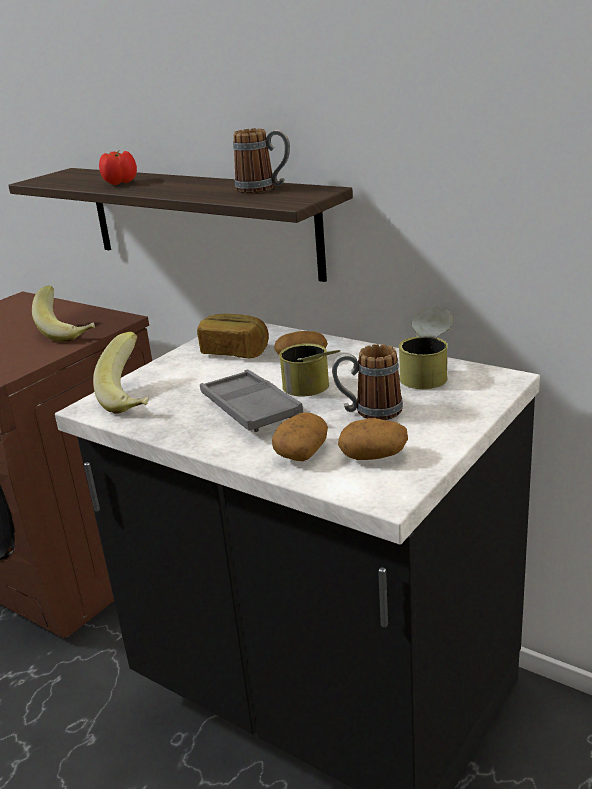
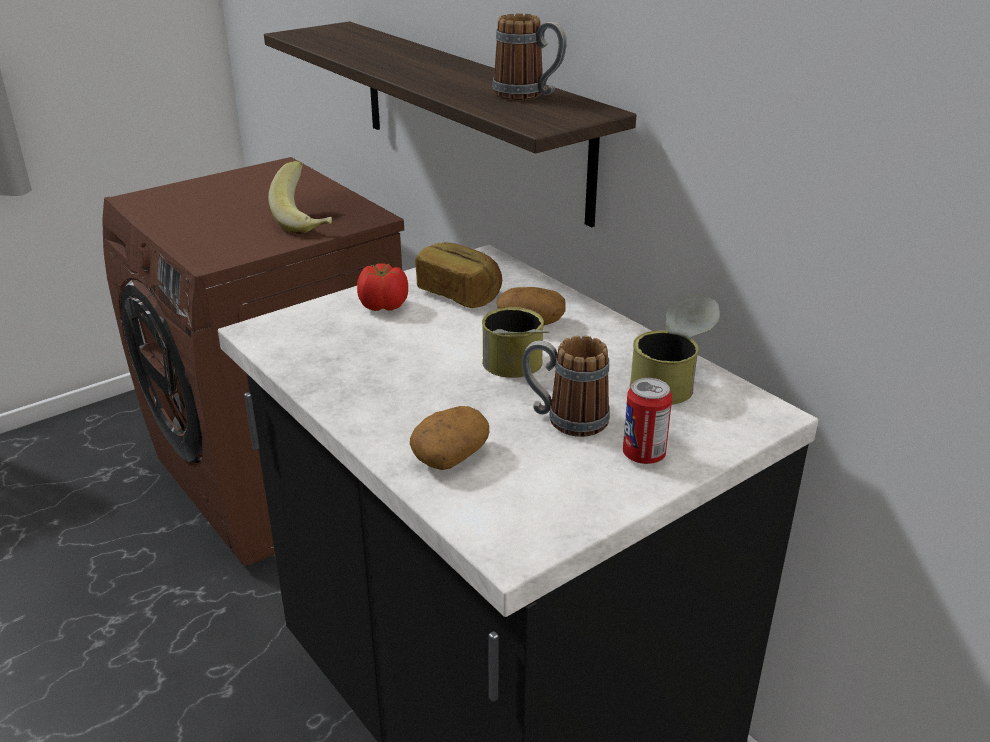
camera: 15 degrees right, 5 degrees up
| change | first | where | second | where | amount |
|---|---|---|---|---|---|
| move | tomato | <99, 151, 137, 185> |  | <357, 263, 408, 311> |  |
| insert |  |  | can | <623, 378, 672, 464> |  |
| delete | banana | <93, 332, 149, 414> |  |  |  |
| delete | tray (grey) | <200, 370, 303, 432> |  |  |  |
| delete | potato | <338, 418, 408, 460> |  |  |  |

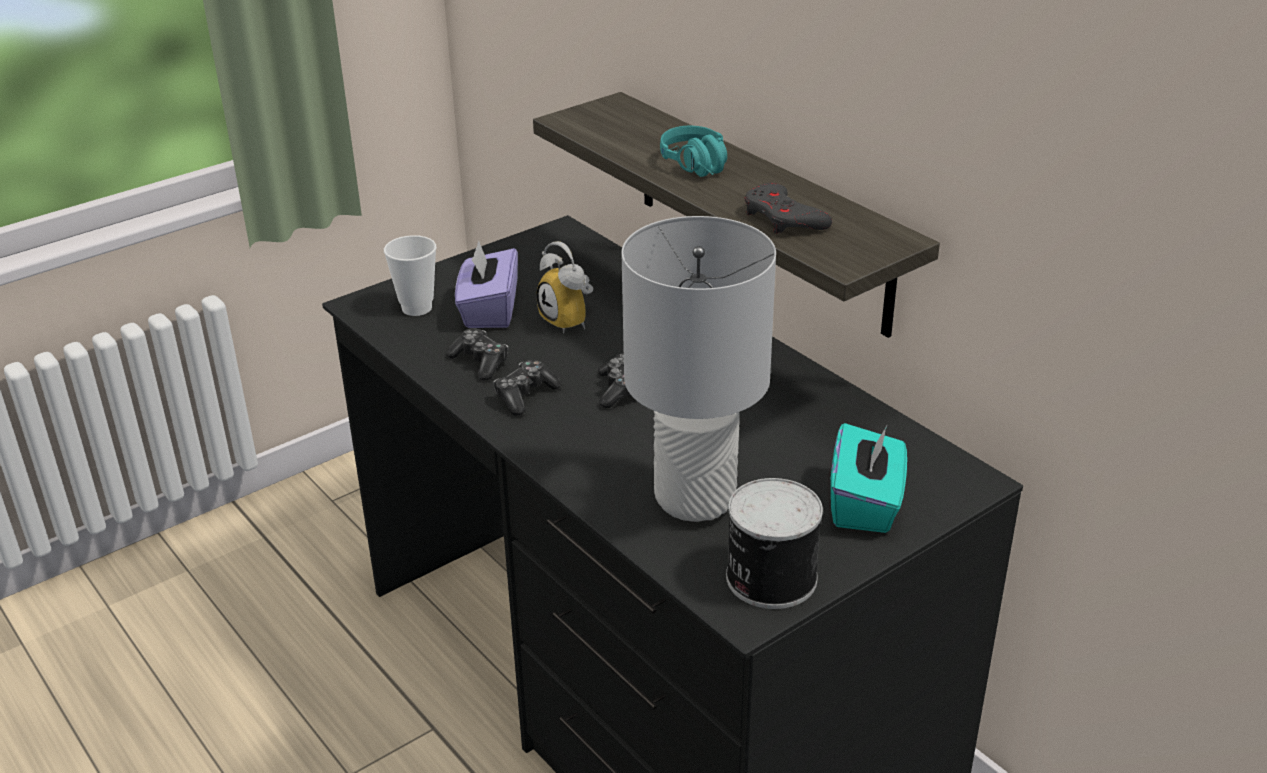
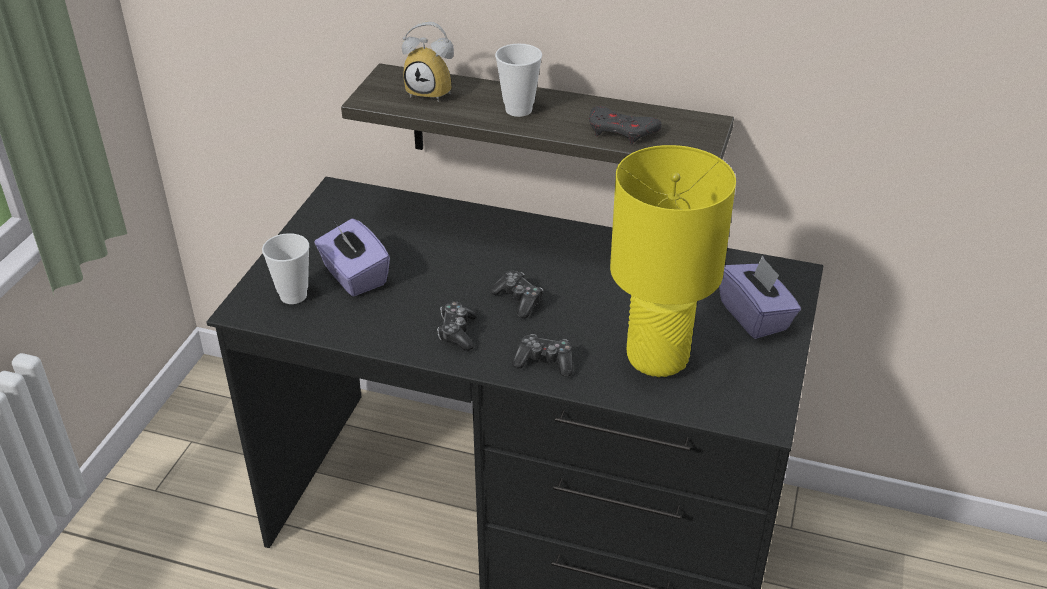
camera: 35 degrees left, 5 degrees up
| change | first | where | second | where | amount |
|---|---|---|---|---|---|
| move | alarm clock | <537, 241, 593, 334> |  | <402, 22, 454, 102> |  |
| replace | headphones (turquoise) | <660, 126, 727, 177> | cup | <495, 44, 542, 117> |  |
| move | game controller | <446, 328, 509, 380> |  | <512, 334, 573, 377> |  |
| recolor | table lamp (grey) | <622, 216, 776, 522> | table lamp (yellow) | <610, 145, 736, 377> |  |
| recolor | tissue box (turquoise) | <831, 423, 907, 533> | tissue box (purple) | <719, 255, 801, 339> |  |
| delete | can | <726, 478, 823, 609> |  |  |  |

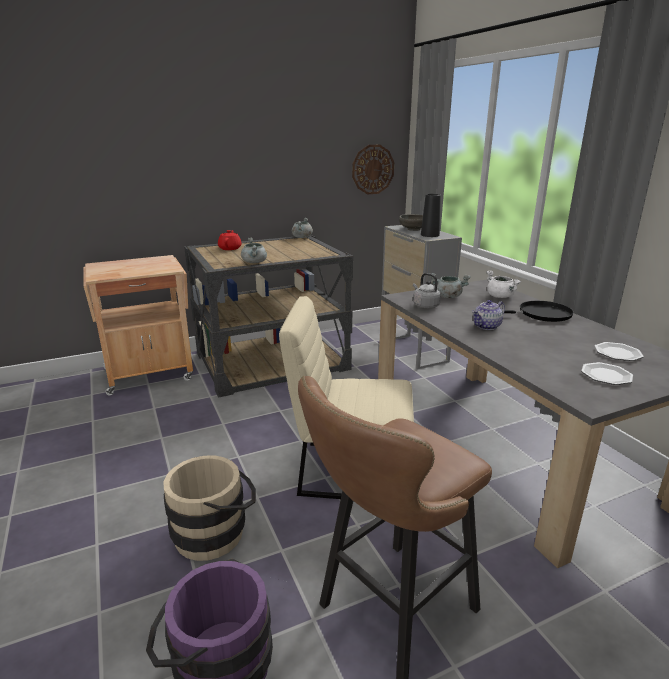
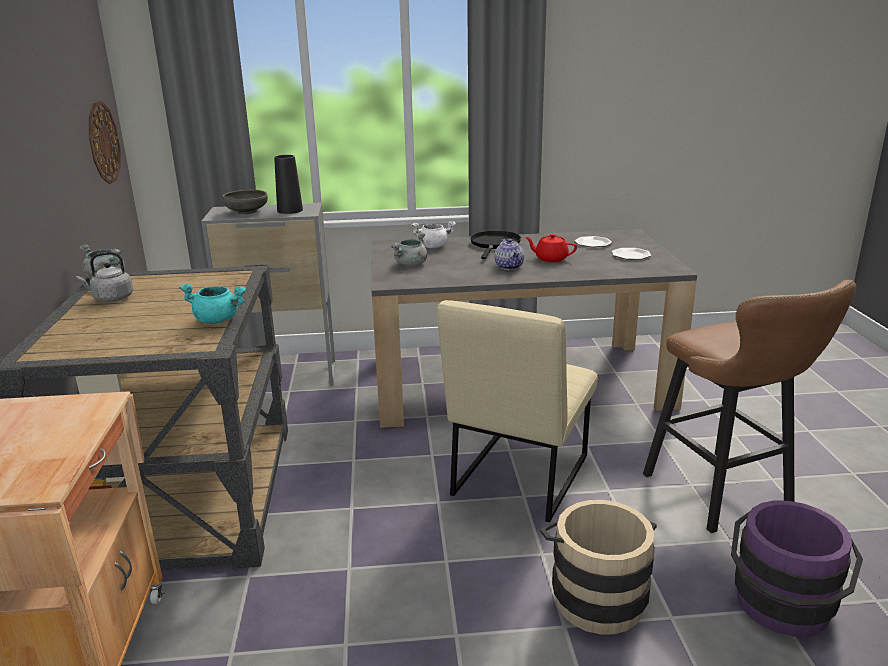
camera: 70 degrees left, 0 degrees up
| change | first | where | second | where | amount |
|---|---|---|---|---|---|
| move | kettle (grey) | <413, 273, 441, 308> |  | <76, 252, 133, 302> |  |
| recolor | cooking pot (grey) | <241, 237, 267, 263> | cooking pot (turquoise) | <179, 284, 246, 324> |  |
| move | teapot (red) | <218, 230, 241, 250> |  | <525, 234, 577, 262> |  |

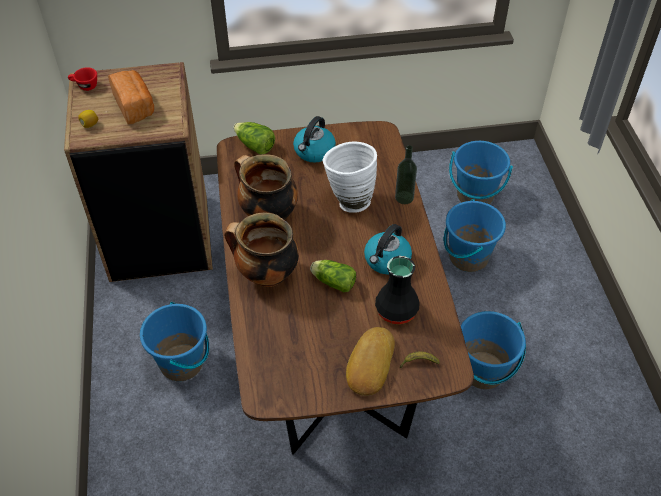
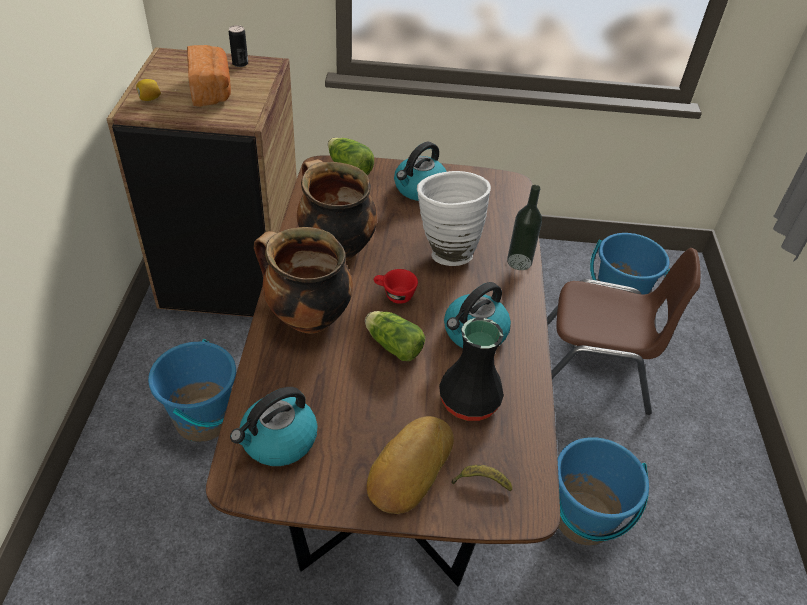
camera: 10 degrees right, 5 degrees down
| change | first | where | second | where | amount |
|---|---|---|---|---|---|
| insert |  |  | can | <229, 25, 248, 67> |  |
| insert |  |  | kettle | <230, 387, 318, 466> |  |
| move | cup (red) | <68, 67, 97, 91> |  | <374, 269, 418, 304> |  |
| replace | bucket (blue) | <444, 199, 506, 272> | chair (brown) | <547, 248, 700, 415> |  |

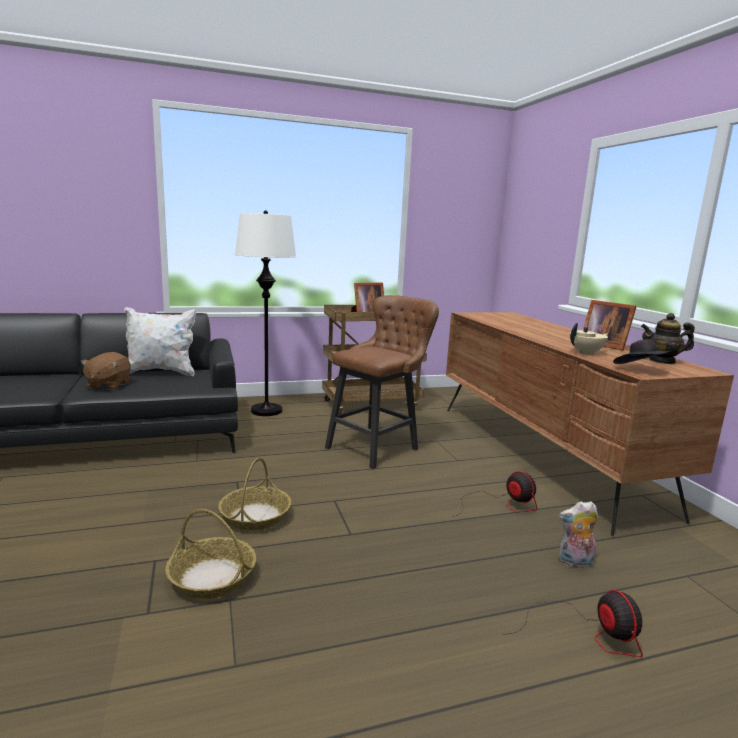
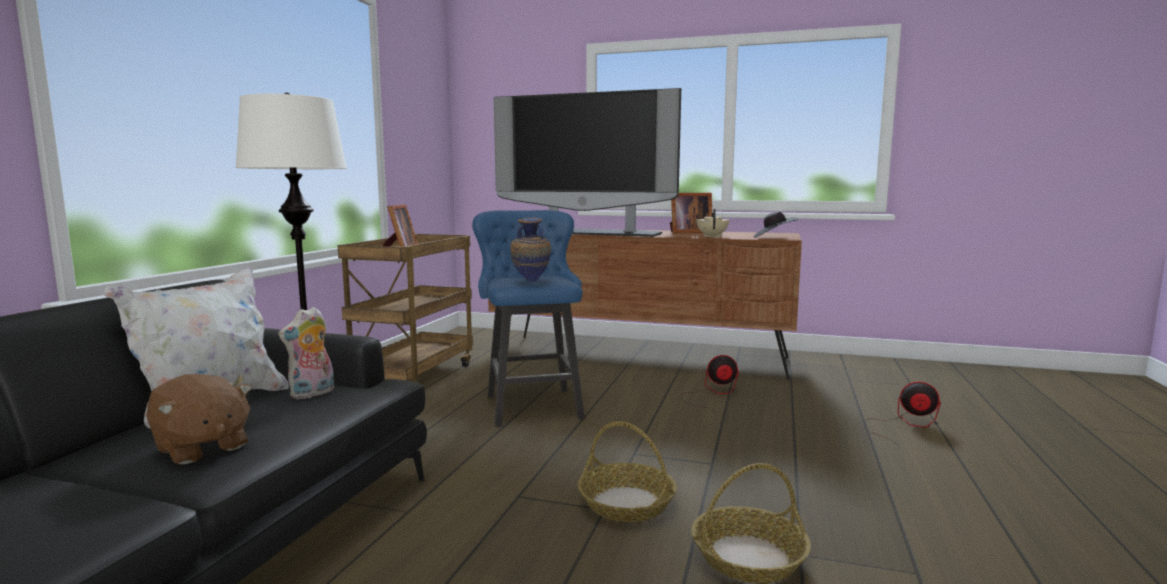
camera: 55 degrees left, 5 degrees down
| change | first | where | second | where | amount |
|---|---|---|---|---|---|
| move | plush toy | <558, 501, 598, 568> |  | <278, 307, 334, 399> |  |
| recolor | stool (brown) | <325, 295, 439, 469> | stool (blue) | <472, 210, 585, 427> |  |
| insert |  |  | television | <494, 88, 681, 237> |  |
| insert |  |  | vase | <510, 218, 551, 282> |  |
| delete | teapot | <641, 313, 695, 364> |  |  |  |

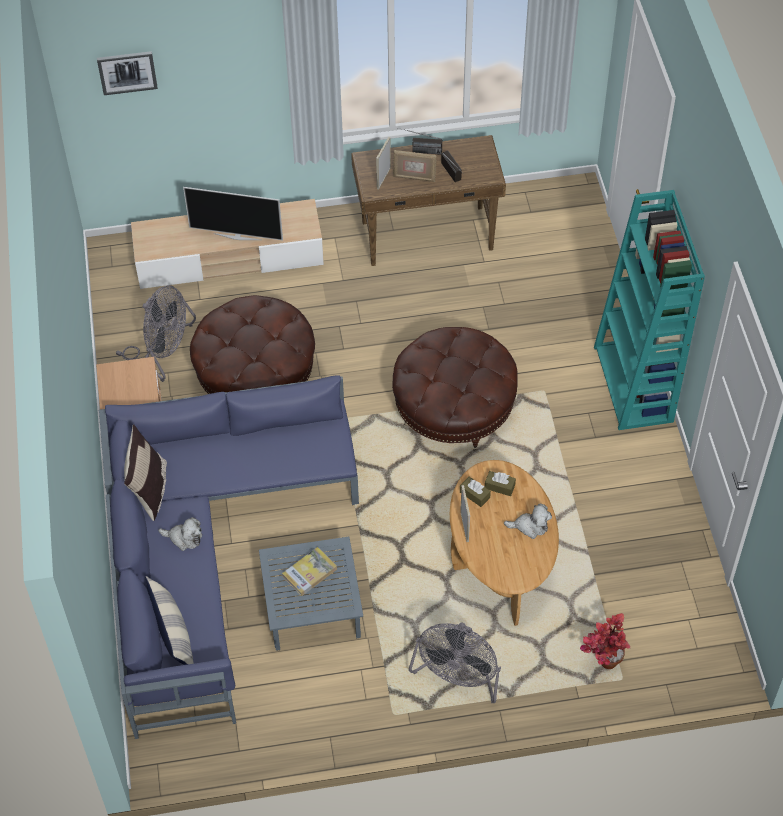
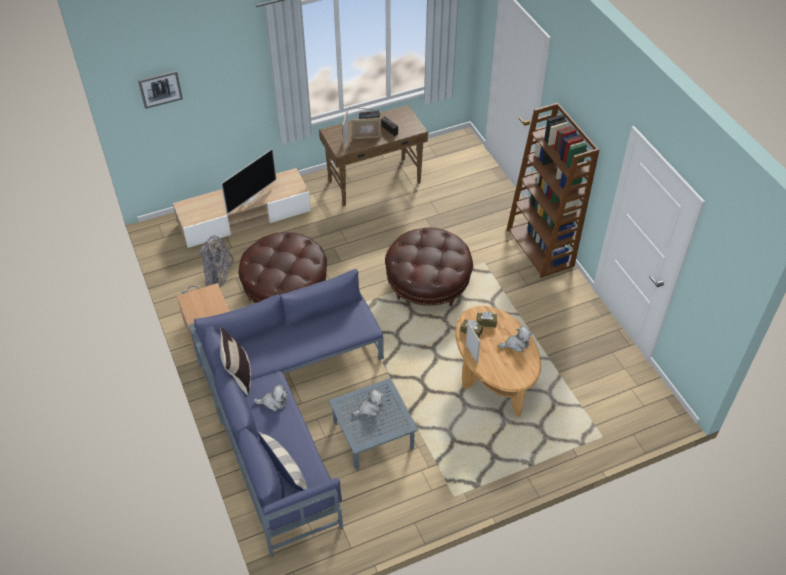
camera: 15 degrees left, 5 degrees down
| change | first | where | second | where | amount |
|---|---|---|---|---|---|
| rotate | television | <183, 187, 283, 240> |  | <221, 149, 277, 214> | 45 degrees counterclockwise |
| replace | book | <282, 547, 337, 596> | plush toy | <352, 389, 384, 416> |  |
| recolor | bookcase (turquoise) | <594, 190, 705, 430> | bookcase (brown) | <507, 103, 599, 278> |  |
| delete | fan (grey) | <409, 623, 501, 703> |  |  |  |
| delete | potted plant | <580, 613, 630, 669> |  |  |  |

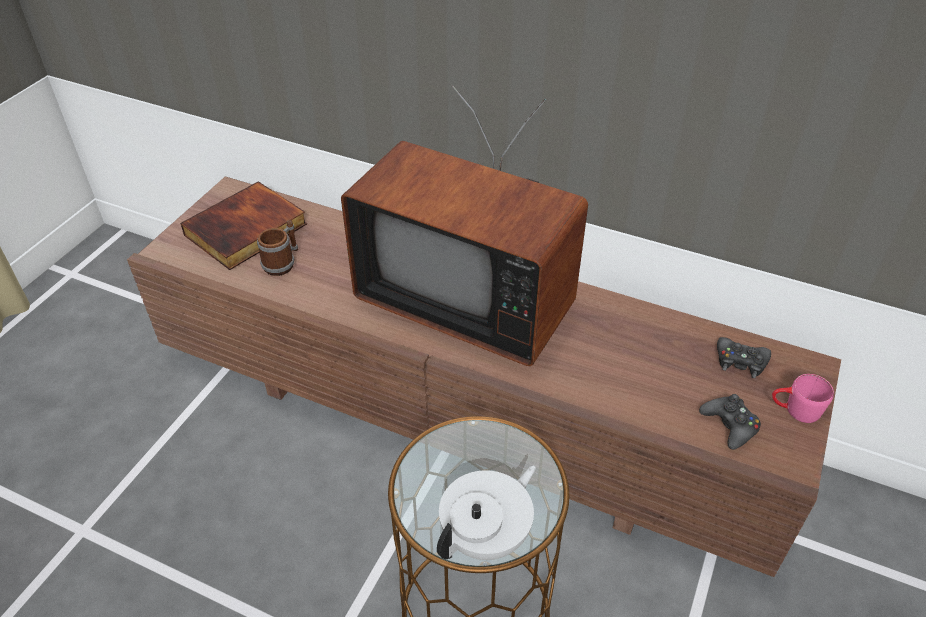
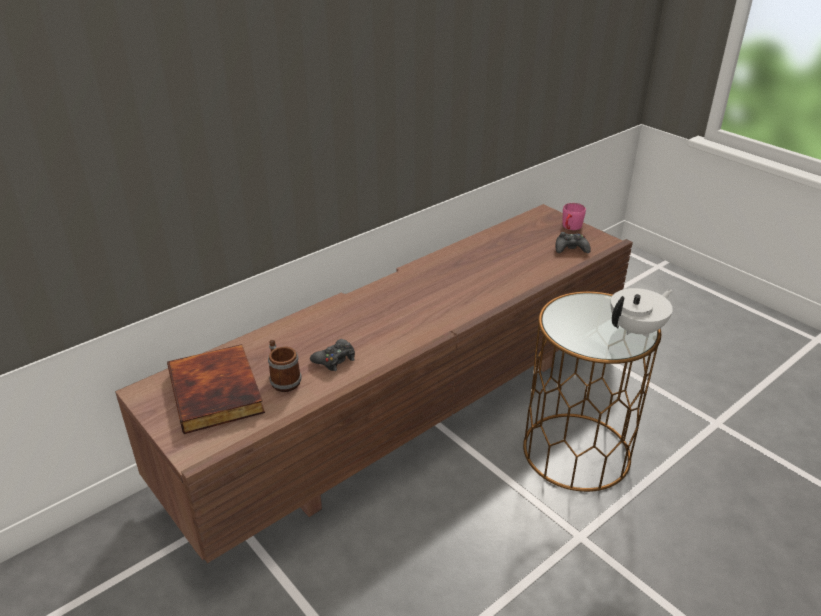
camera: 65 degrees left, 10 degrees down
| change | first | where | second | where | amount |
|---|---|---|---|---|---|
| move | game controller (black) | <717, 337, 771, 378> |  | <310, 339, 355, 371> |  |
| rotate | teapot (white) | <437, 465, 536, 560> |  | <611, 288, 673, 338> | 75 degrees clockwise |
| delete | television | <341, 85, 588, 366> |  |  |  |

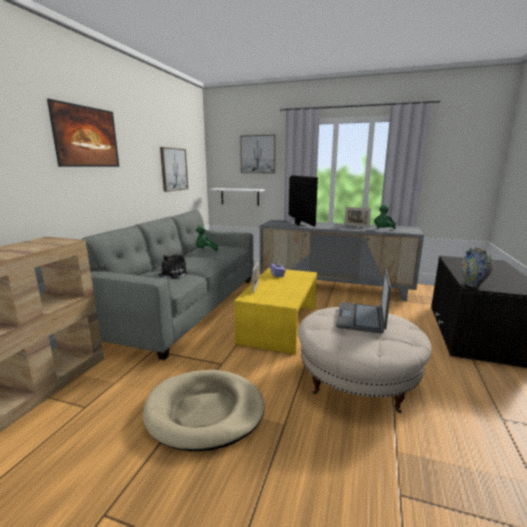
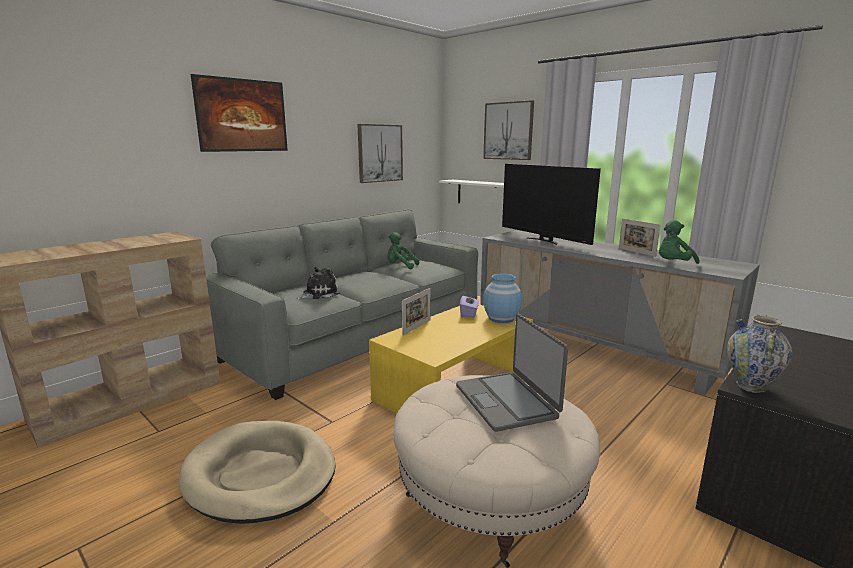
camera: 25 degrees right, 0 degrees up
| change | first | where | second | where | amount |
|---|---|---|---|---|---|
| rotate | laptop | <336, 268, 391, 333> |  | <456, 314, 568, 432> | 60 degrees counterclockwise |
| insert |  |  | vase (blue) | <483, 274, 522, 323> |  |
| rotate | television | <289, 175, 318, 226> |  | <502, 164, 601, 245> | 135 degrees clockwise |

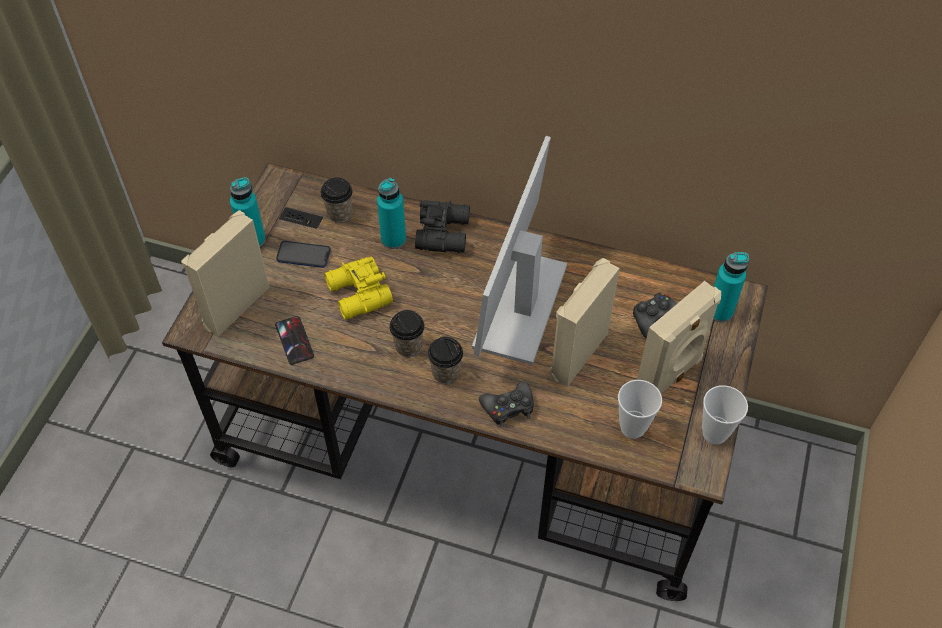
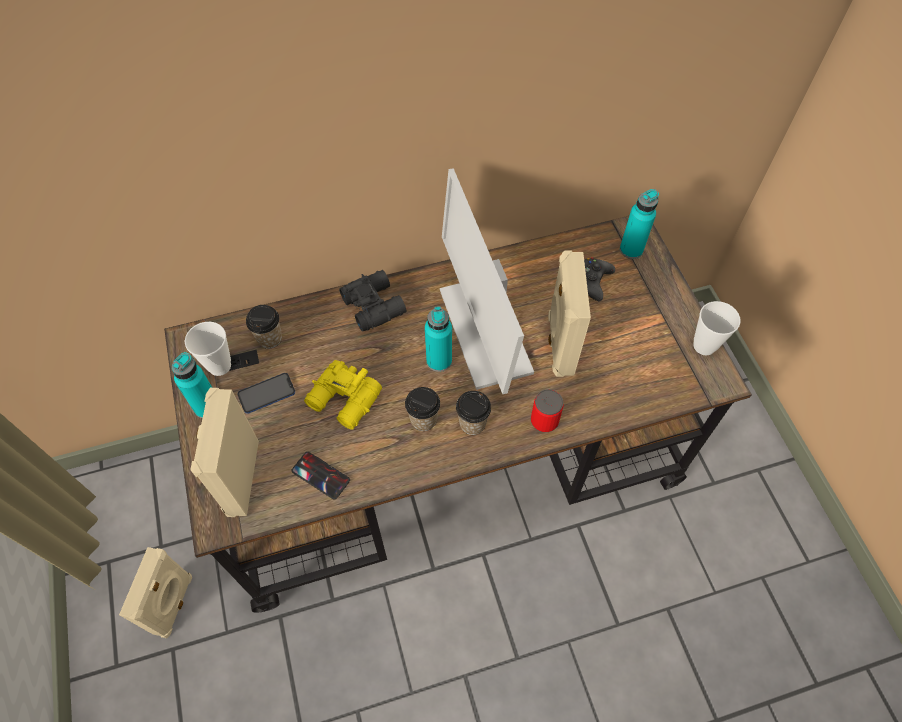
camera: 35 degrees left, 5 degrees up
| change | first | where | second | where | amount |
|---|---|---|---|---|---|
| move | speaker (beige) | <637, 281, 721, 394> |  | <119, 547, 192, 638> |  |
| move | cup | <618, 380, 662, 439> |  | <185, 322, 231, 376> |  |
| move | bottle (turquoise) | <377, 178, 406, 249> |  | <425, 306, 452, 372> |  |
| replace | game controller (black) | <479, 382, 533, 427> | can | <531, 389, 563, 432> |  |

